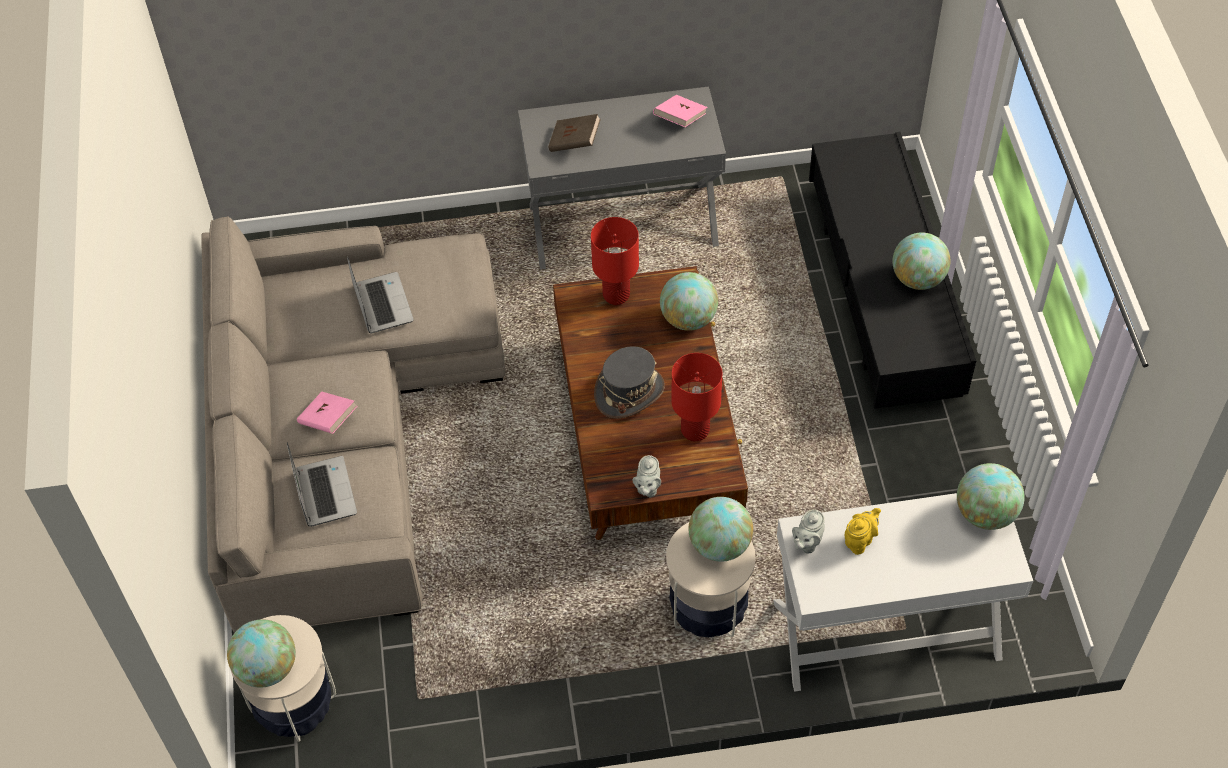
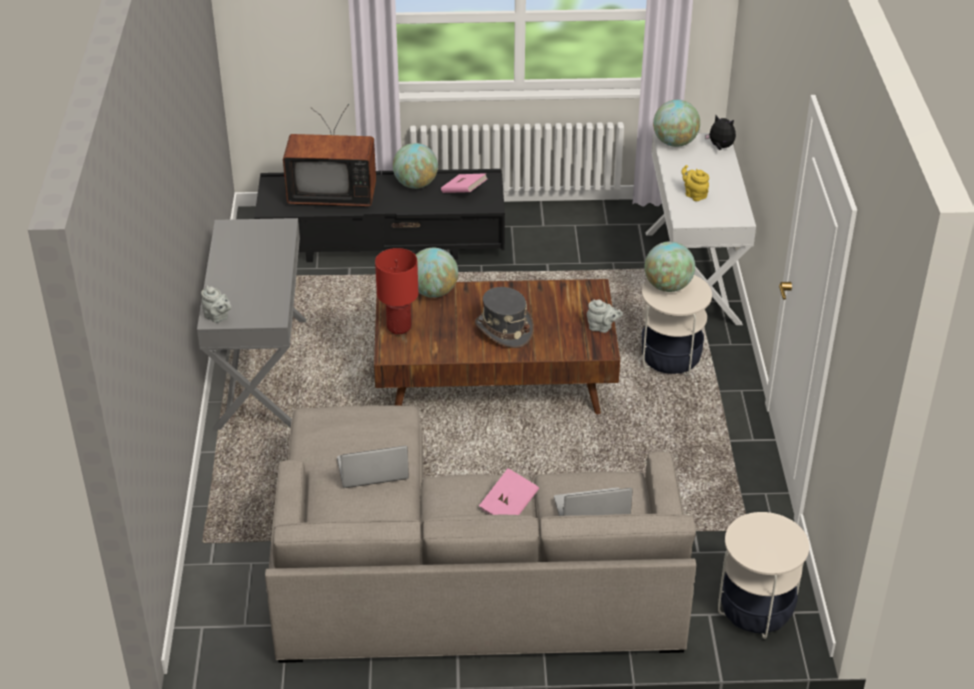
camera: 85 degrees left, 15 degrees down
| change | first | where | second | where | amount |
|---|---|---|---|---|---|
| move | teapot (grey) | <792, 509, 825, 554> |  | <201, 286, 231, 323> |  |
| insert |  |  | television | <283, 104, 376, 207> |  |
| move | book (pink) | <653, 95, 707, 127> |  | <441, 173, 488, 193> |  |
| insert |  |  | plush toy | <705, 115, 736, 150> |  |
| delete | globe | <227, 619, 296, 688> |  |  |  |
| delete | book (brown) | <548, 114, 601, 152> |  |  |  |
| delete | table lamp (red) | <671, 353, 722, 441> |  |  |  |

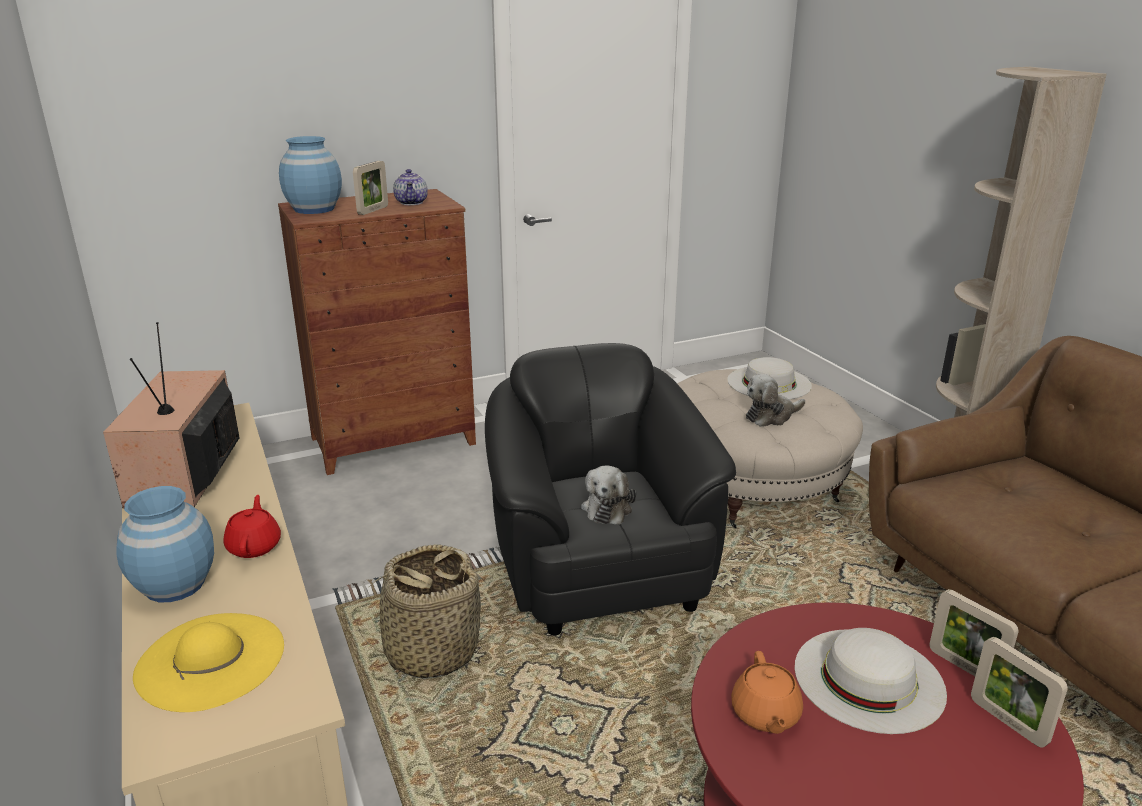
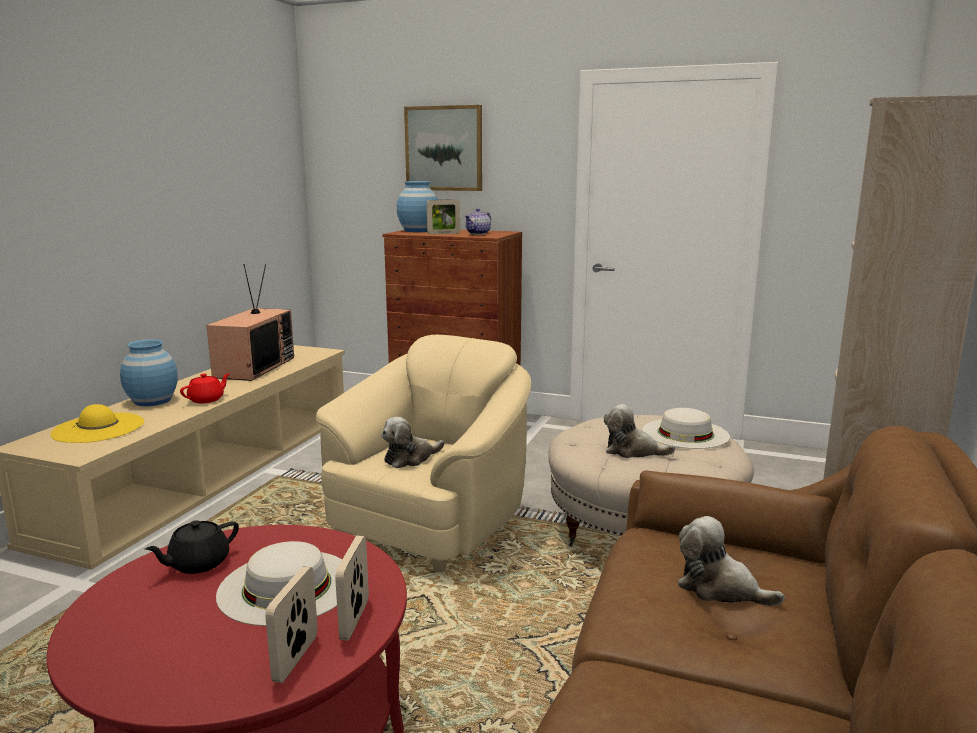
camera: 45 degrees right, 10 degrees down
| change | first | where | second | where | amount |
|---|---|---|---|---|---|
| recolor | teapot (orange) | <731, 651, 803, 734> | teapot (black) | <145, 520, 239, 574> |  |
| rotate | television | <103, 322, 240, 508> |  | <206, 264, 294, 381> | 150 degrees clockwise |
| recolor | armchair (black) | <485, 343, 736, 635> | armchair (beige) | <316, 335, 531, 573> |  |
| insert |  |  | picture | <404, 105, 482, 191> |  |
| insert |  |  | plush toy | <678, 516, 785, 606> |  |
| delete | basket | <356, 544, 493, 679> |  |  |  |

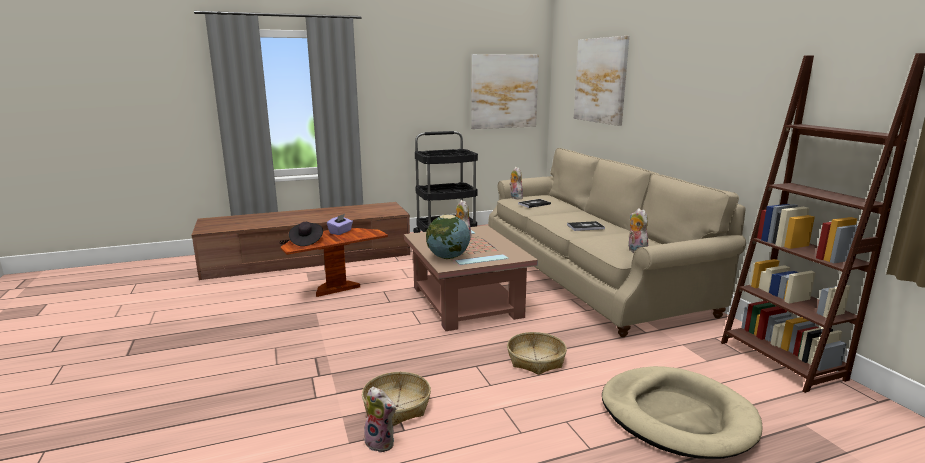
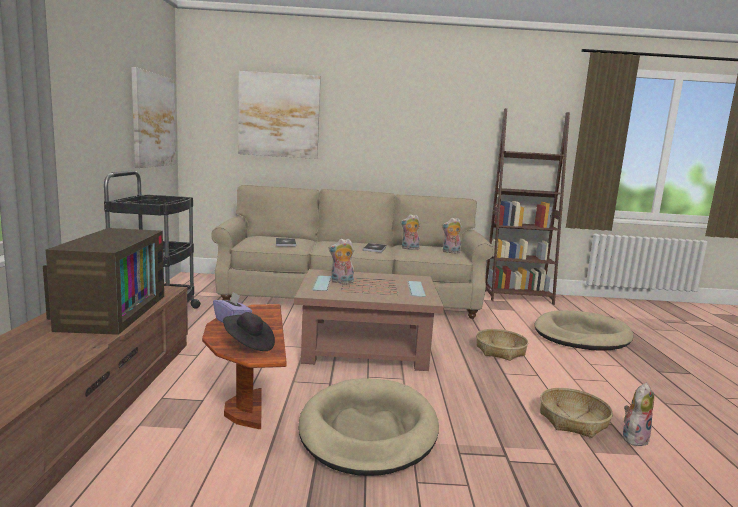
camera: 70 degrees left, 5 degrees down
| change | first | where | second | where | amount |
|---|---|---|---|---|---|
| insert |  |  | television | <43, 228, 164, 335> |  |
| insert |  |  | dog bed (beige) | <298, 378, 439, 476> |  |
| move | plush toy | <509, 167, 523, 199> |  | <400, 214, 420, 250> |  |
| delete | globe | <426, 215, 470, 259> |  |  |  |

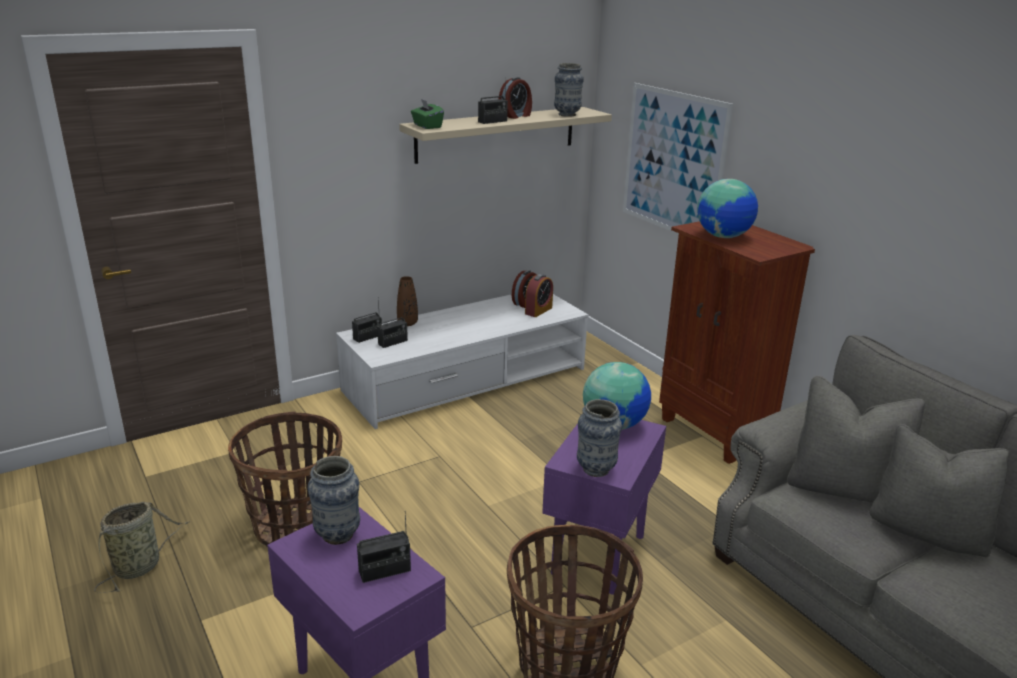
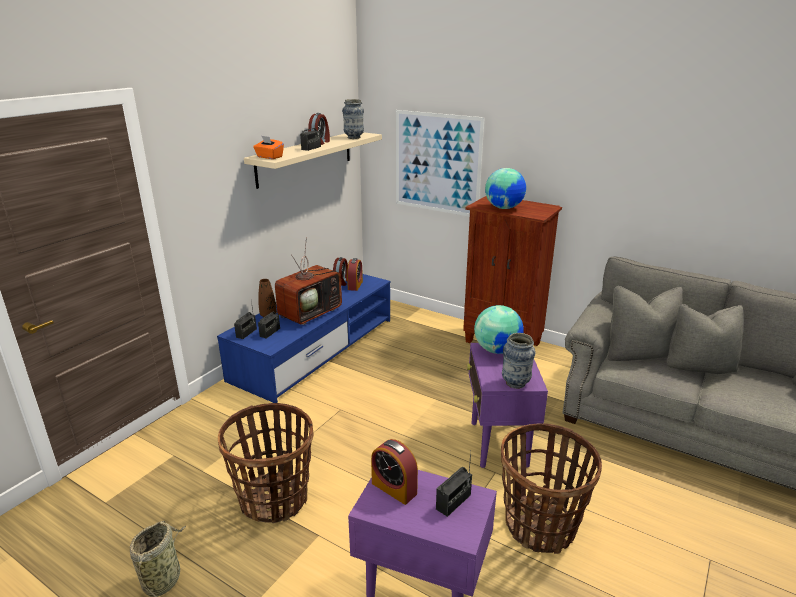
camera: 25 degrees left, 0 degrees up
| change | first | where | second | where | amount |
|---|---|---|---|---|---|
| recolor | tv stand (white) | <336, 294, 588, 429> | tv stand (blue) | <217, 274, 391, 403> |  |
| recolor | tissue box (green) | <411, 99, 444, 129> | tissue box (orange) | <253, 136, 284, 159> |  |
| insert |  |  | television | <275, 237, 342, 325> |  |
| replace | vase | <308, 456, 360, 545> | alarm clock | <371, 439, 418, 505> |  |

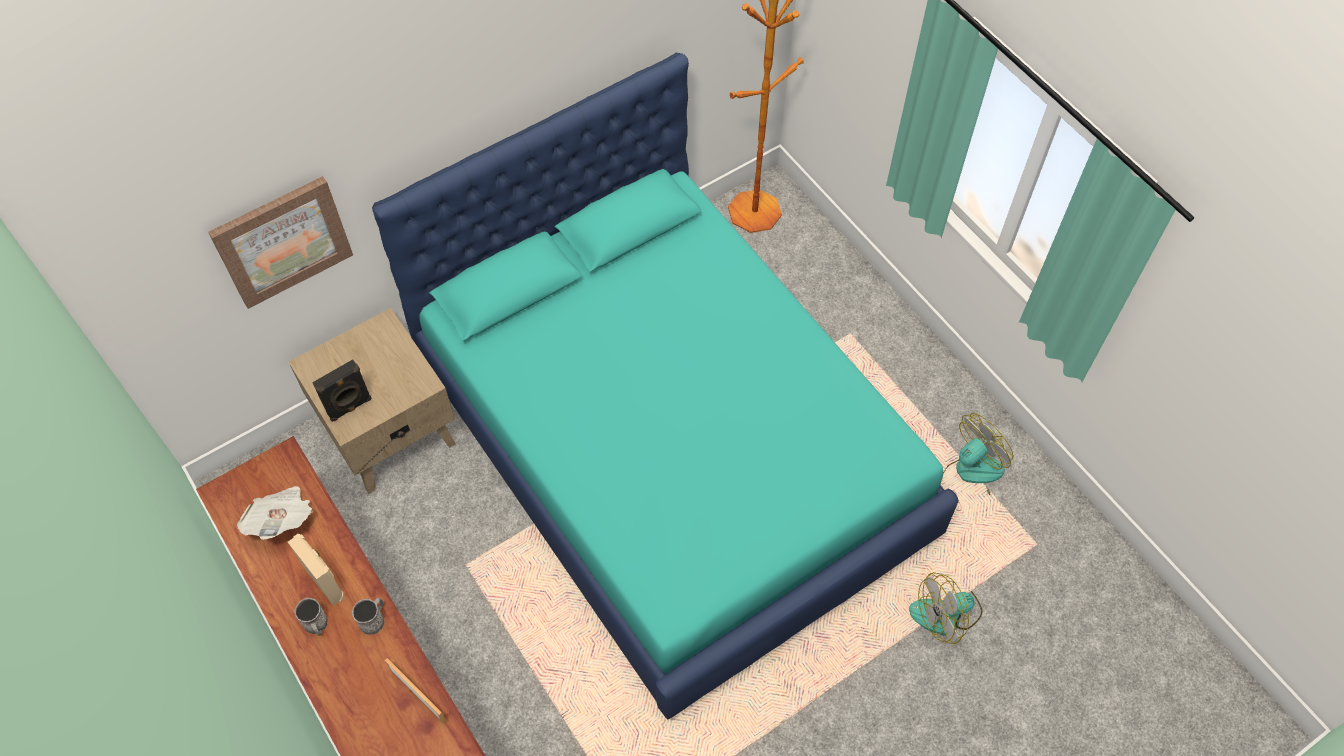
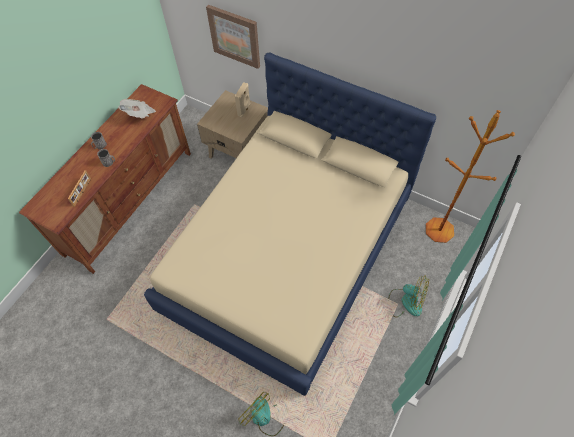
camera: 65 degrees right, 0 degrees up
| change | first | where | second | where | amount |
|---|---|---|---|---|---|
| recolor | bed (turquoise) | <372, 53, 959, 719> | bed (beige) | <144, 52, 436, 396> |  |
| move | speaker (beige) | <288, 534, 344, 606> |  | <235, 82, 250, 117> |  |
| move | fan | <940, 413, 1014, 495> |  | <388, 276, 429, 318> |  |
| delete | speaker (black) | <312, 359, 372, 422> |  |  |  |

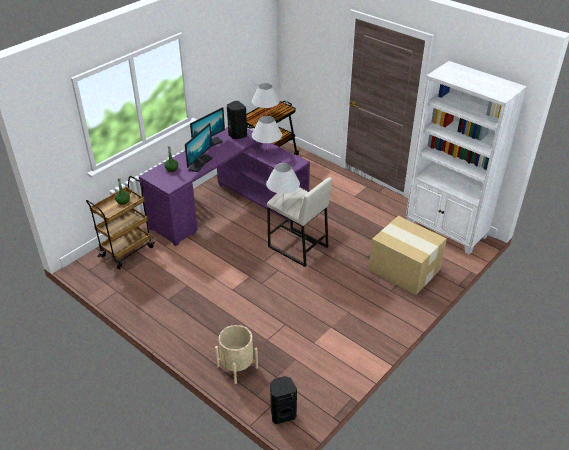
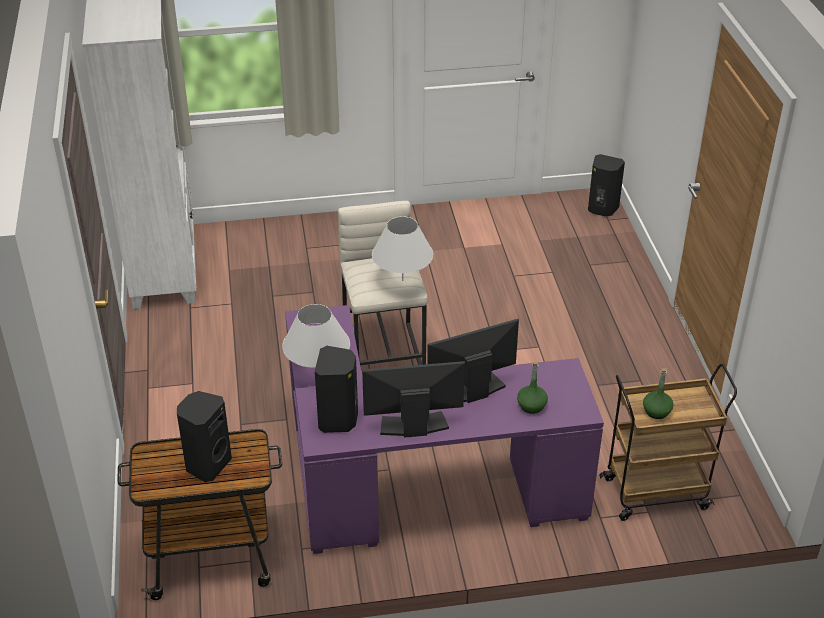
camera: 140 degrees left, 0 degrees up
| change | first | where | second | where | amount |
|---|---|---|---|---|---|
| replace | table lamp (white) | <252, 83, 280, 108> | speaker (black) | <177, 391, 232, 482> |  |
| delete | planter (beige) | <215, 325, 258, 384> |  |  |  |
| delete | cardboard box | <369, 216, 447, 295> |  |  |  |

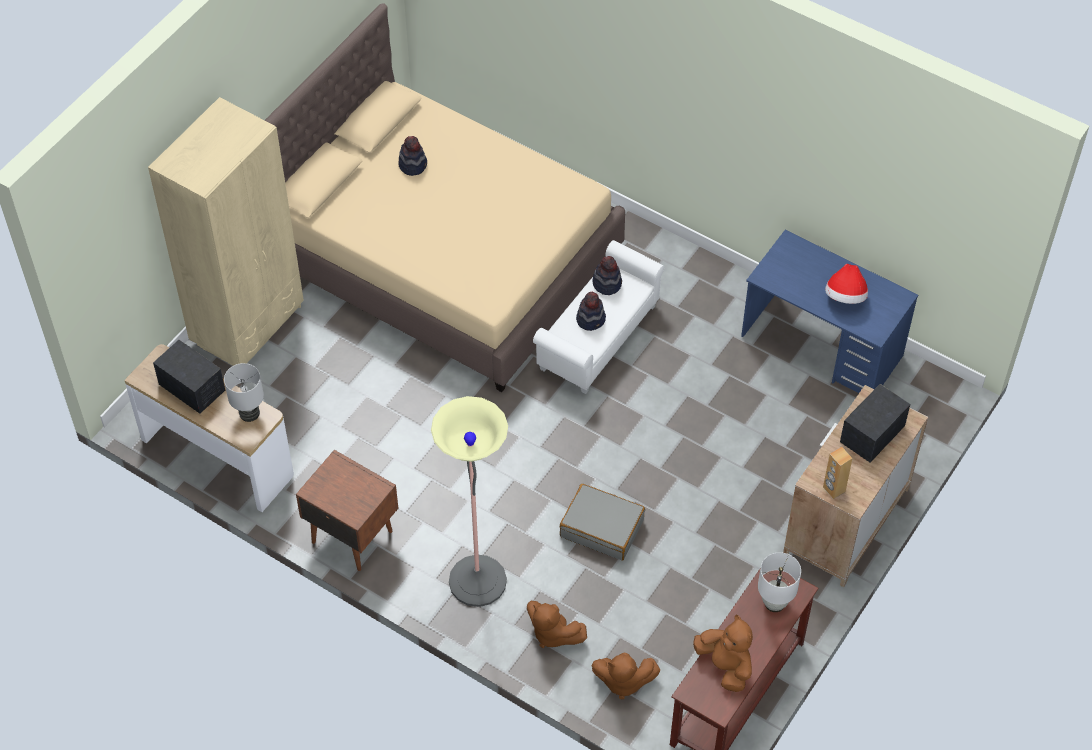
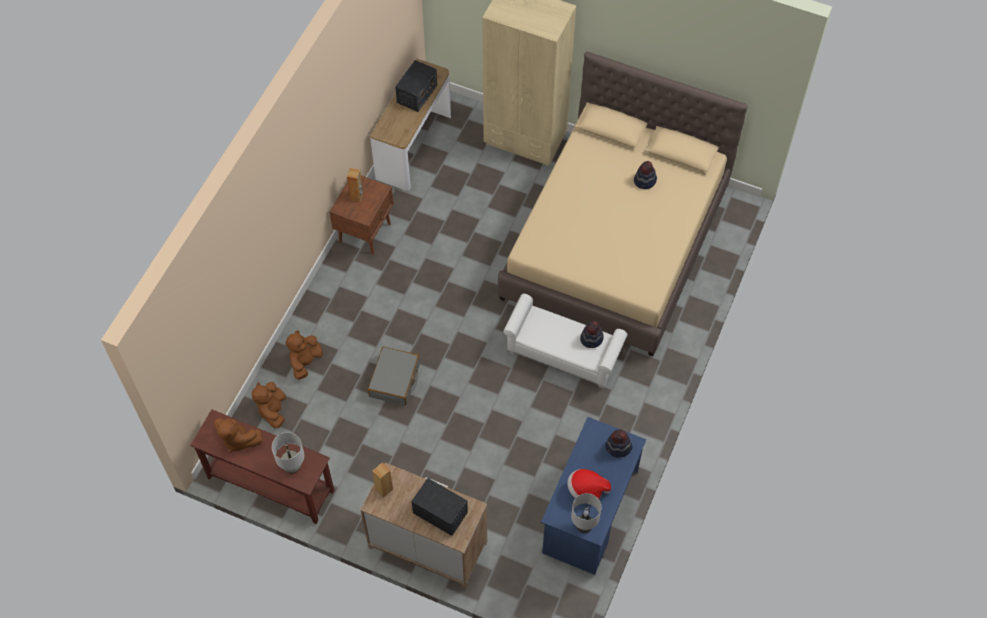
camera: 80 degrees right, 5 degrees up
| change | first | where | second | where | amount |
|---|---|---|---|---|---|
| rotate | plush toy (brown) | <693, 614, 753, 692> |  | <214, 418, 263, 453> | 75 degrees clockwise |
| insert |  |  | speaker (brown) | <347, 168, 363, 202> |  |
| move | table lamp (grey) | <224, 363, 264, 422> |  | <571, 493, 601, 533> |  |
| move | hat | <576, 292, 606, 331> |  | <605, 429, 633, 458> |  |
| delete | floor lamp | <431, 396, 508, 607> |  |  |  |

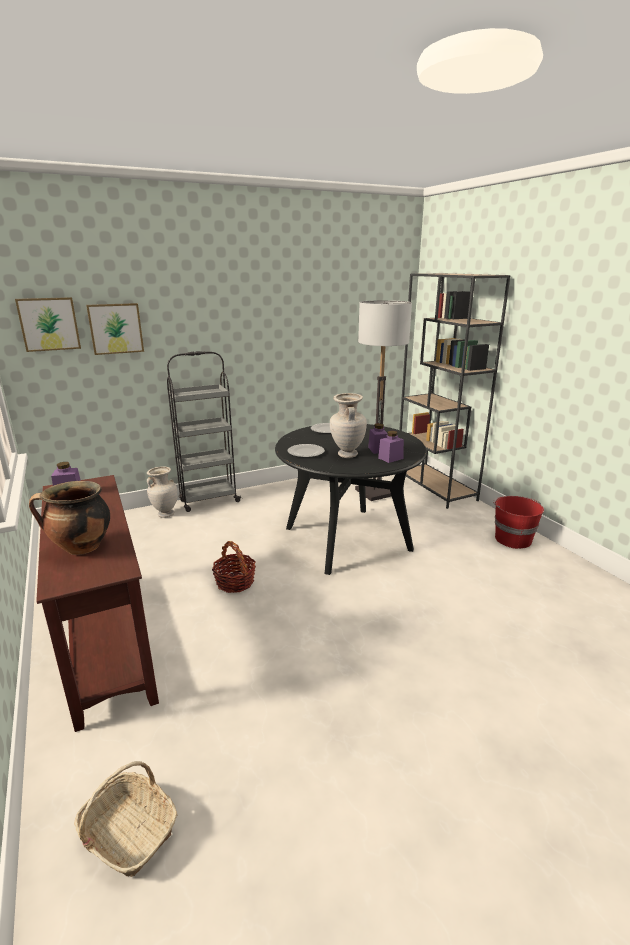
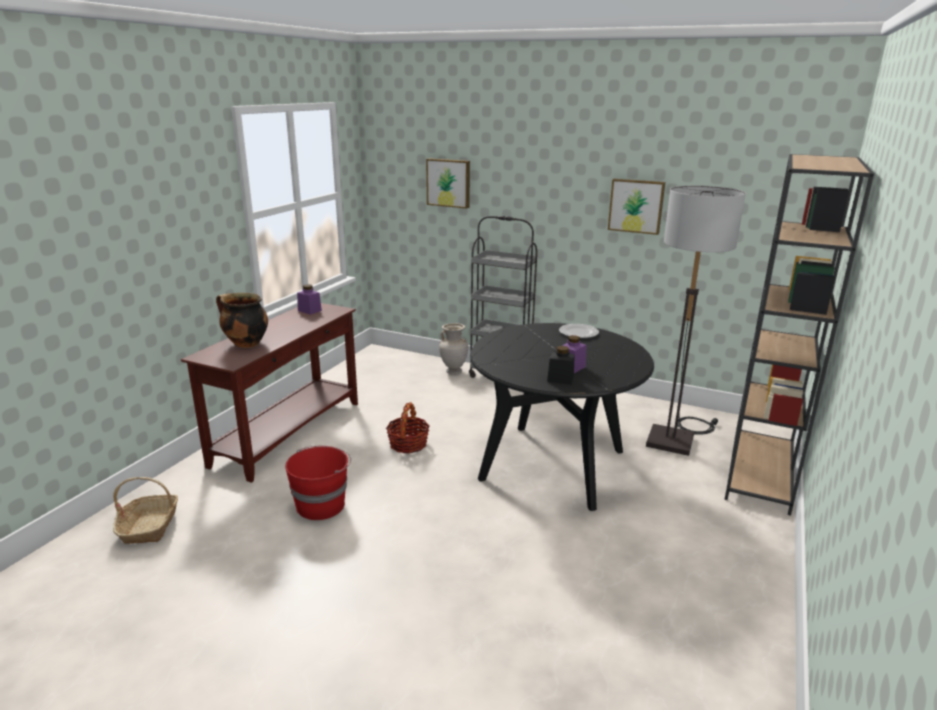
camera: 50 degrees right, 0 degrees up
| change | first | where | second | where | amount |
|---|---|---|---|---|---|
| move | bucket (red) | <493, 496, 544, 549> |  | <285, 445, 351, 520> |  |
| recolor | jar (purple) | <378, 431, 404, 463> | jar (black) | <547, 346, 575, 385> |  |
| move | picture | <15, 297, 81, 352> |  | <608, 179, 665, 235> |  |
| delete | plate | <288, 444, 325, 457> |  |  |  |
| delete | vase (beige) | <330, 393, 367, 458> |  |  |  |

